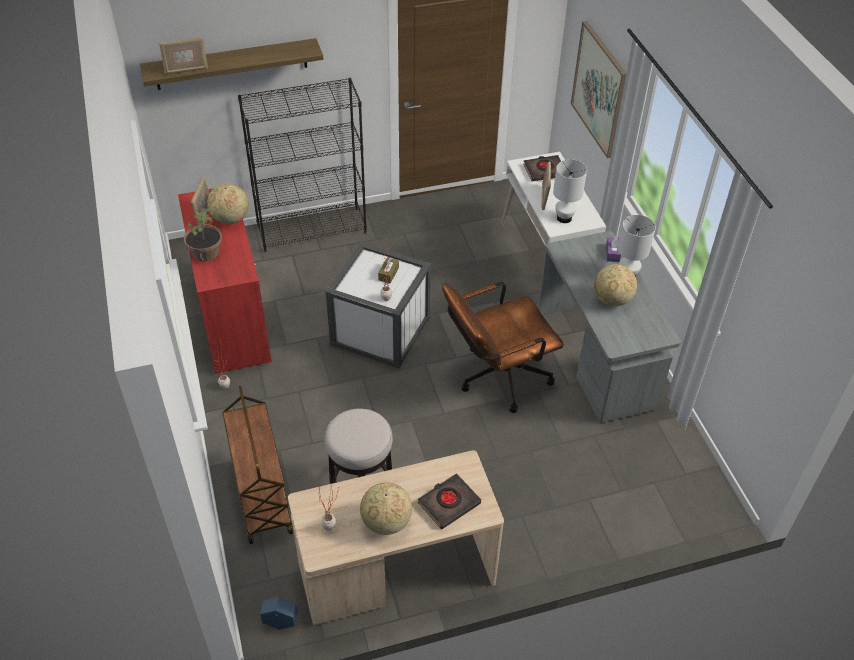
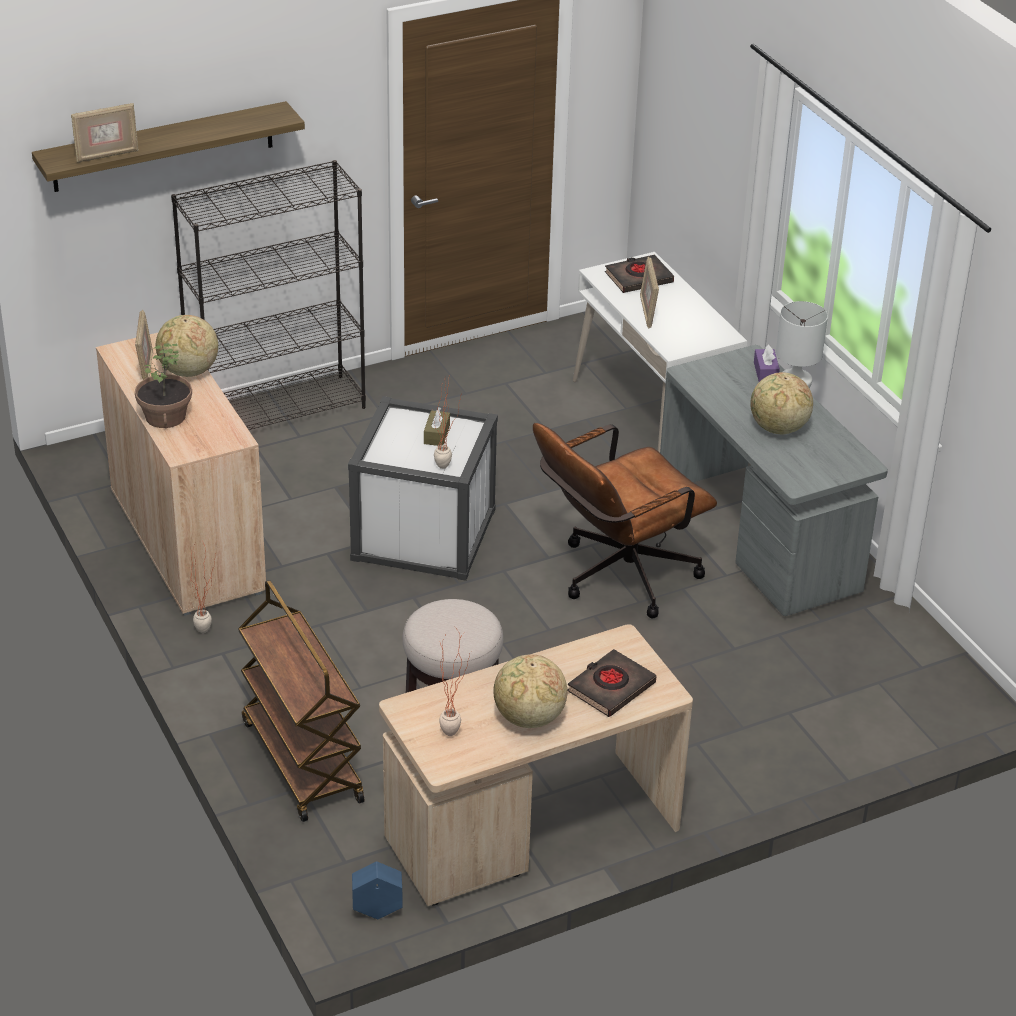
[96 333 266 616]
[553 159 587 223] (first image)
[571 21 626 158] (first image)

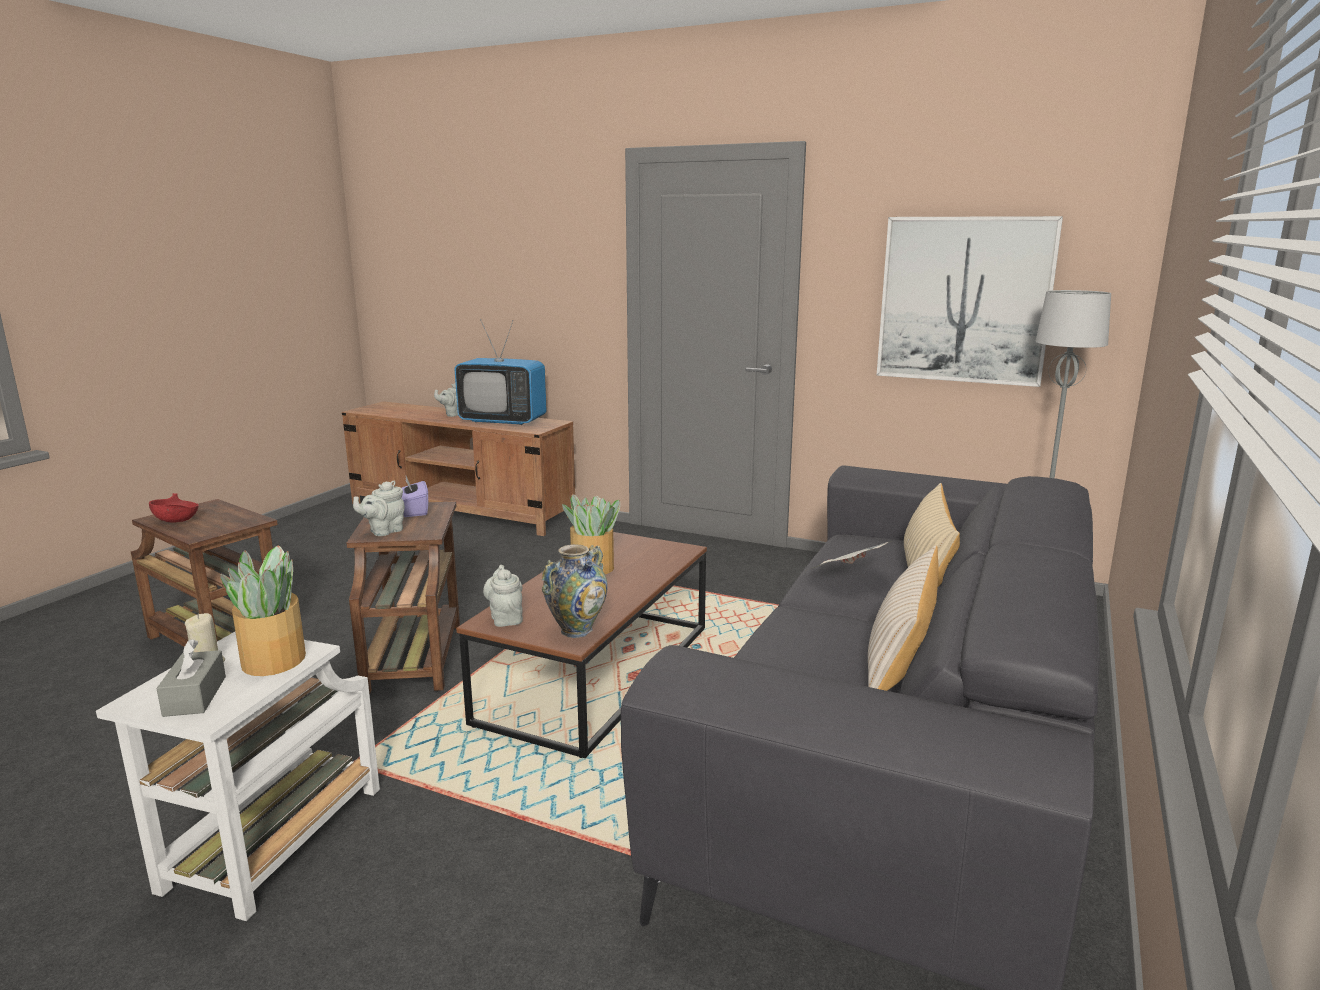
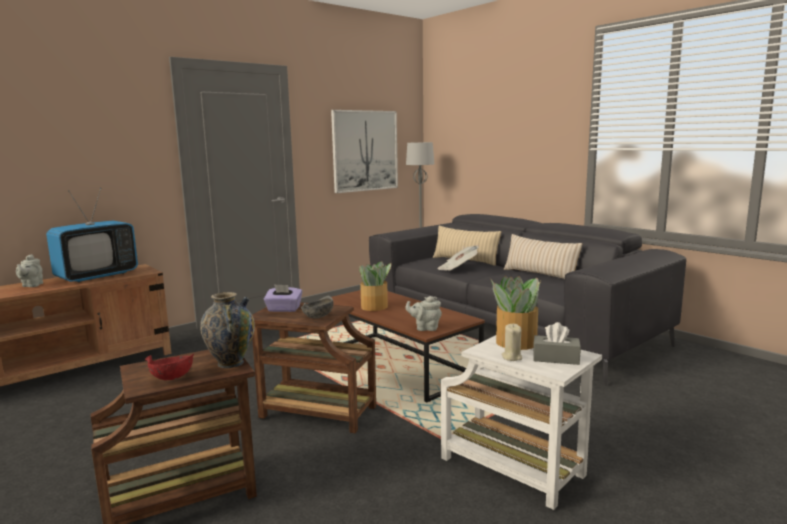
[301 296 334 318]
[200 292 255 368]

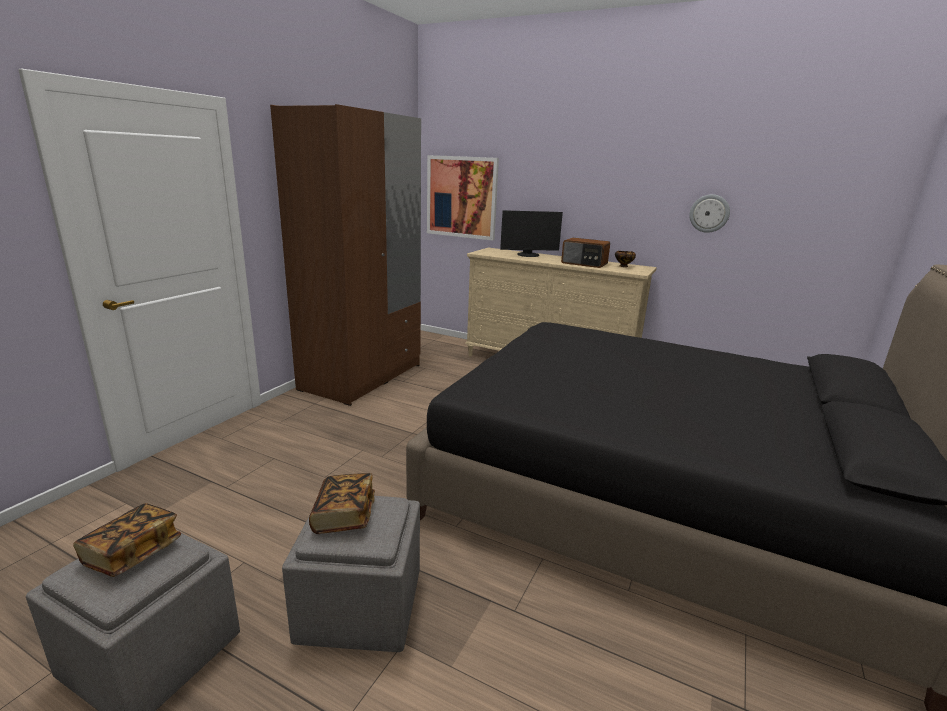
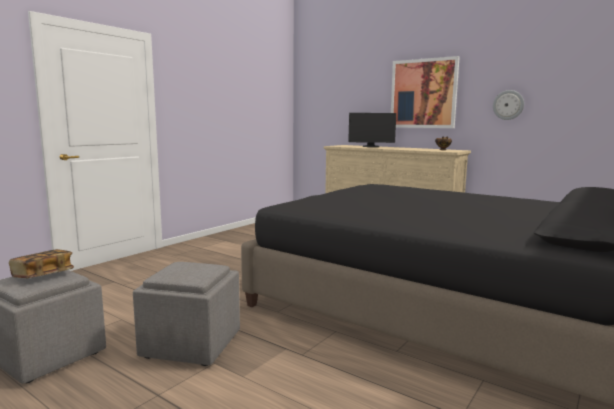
[270 104 421 406] (first image)
[309 473 375 534] (first image)
[391 56 460 128]
[561 238 610 268] (first image)

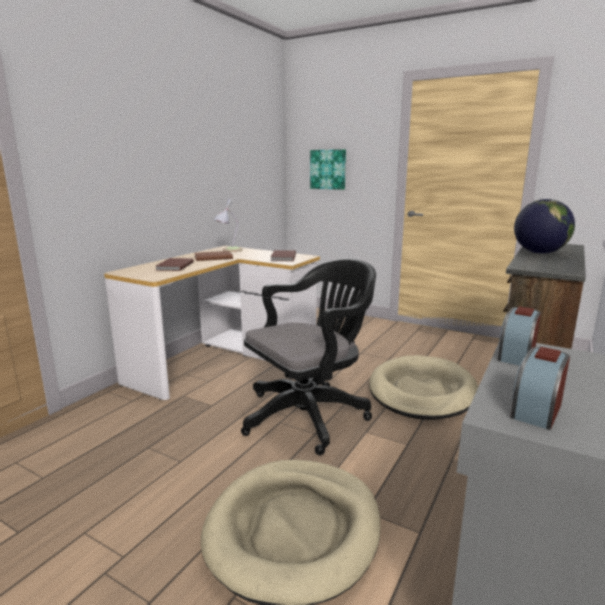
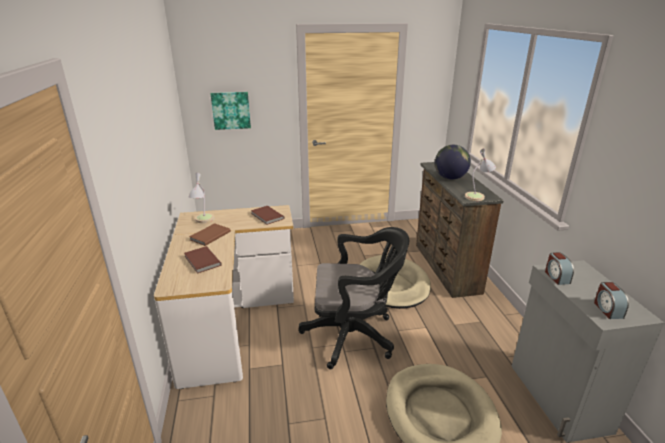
[299 227 409 369]
[465 148 496 201]

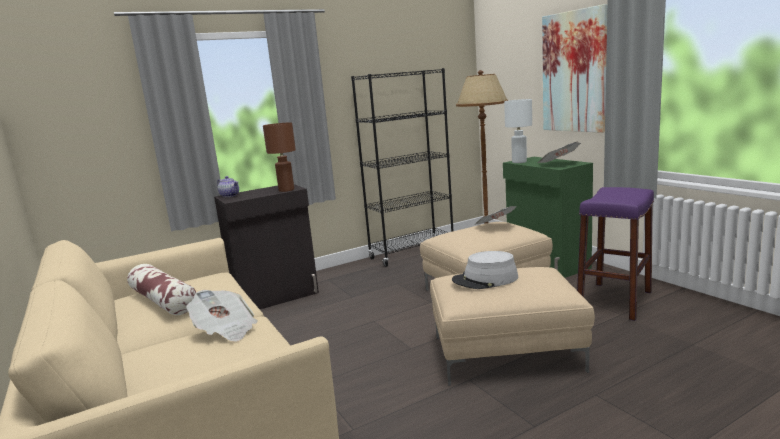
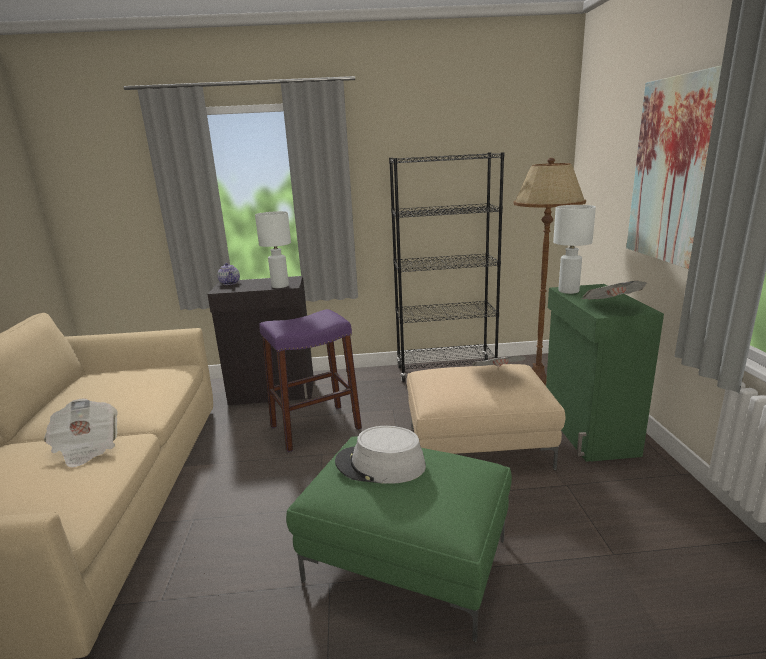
[127 264 196 315] (first image)
[255 211 291 288]
[286 436 512 642]
[259 309 362 452]

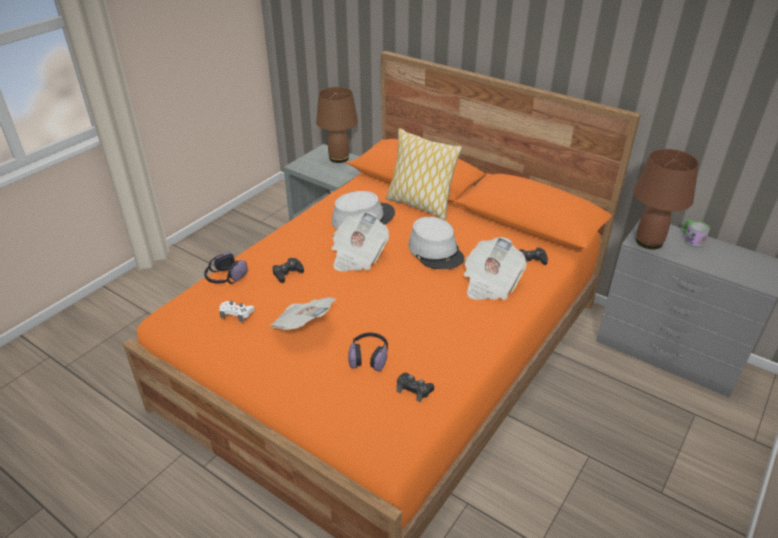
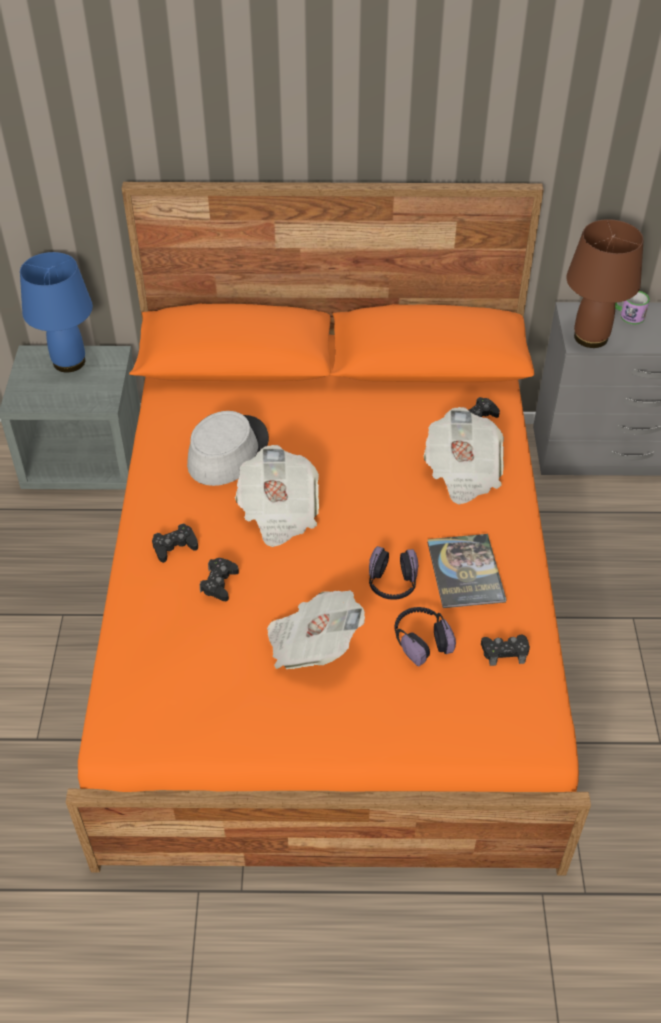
[369 546 419 600]
[219 301 254 322] (first image)
[20 252 93 373]
[386 128 462 220] (first image)
[408 217 464 269] (first image)
[152 524 198 563]
[427 534 506 608]

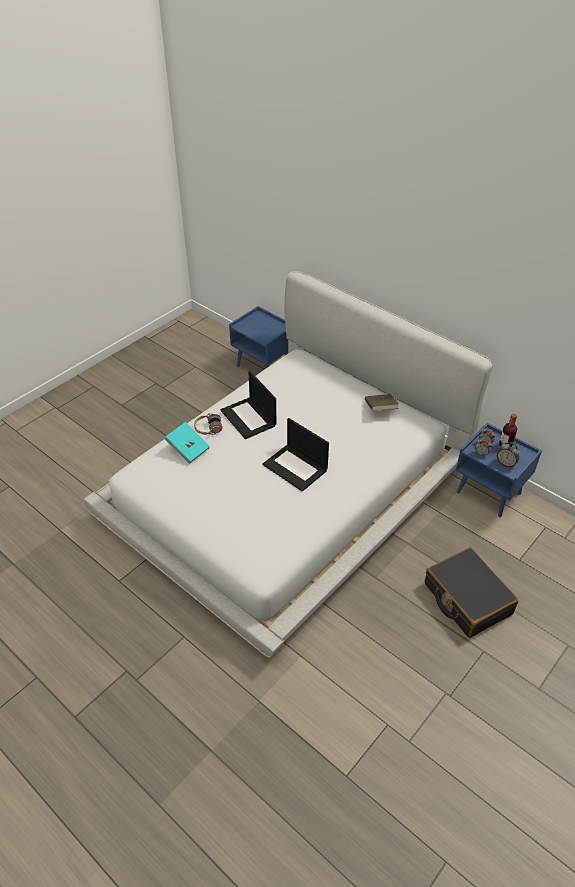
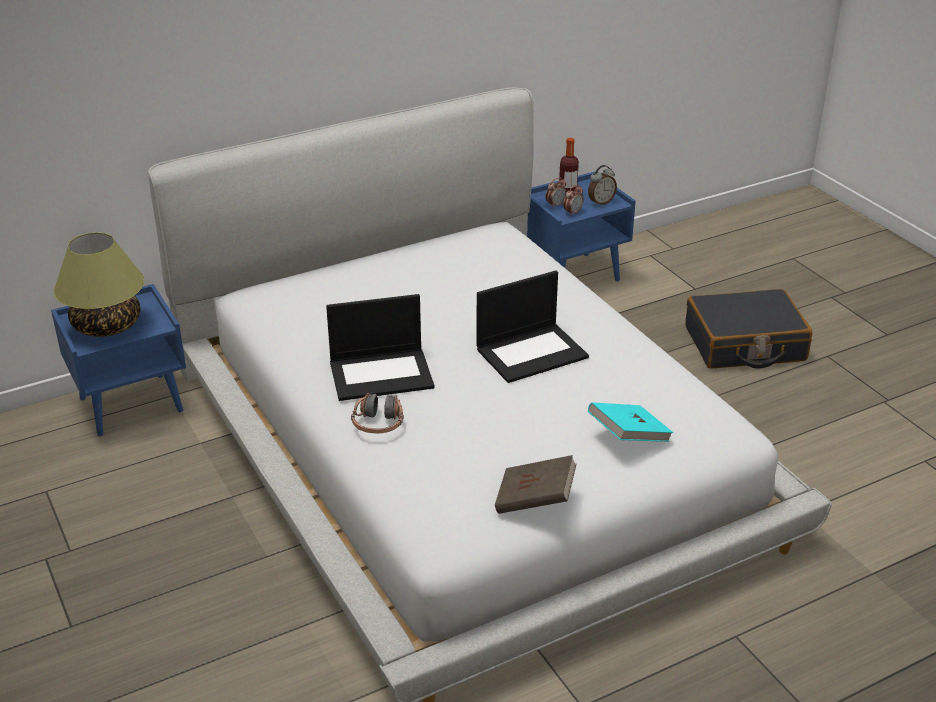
[588 402 673 442]
[495 455 576 514]
[54 232 144 337]

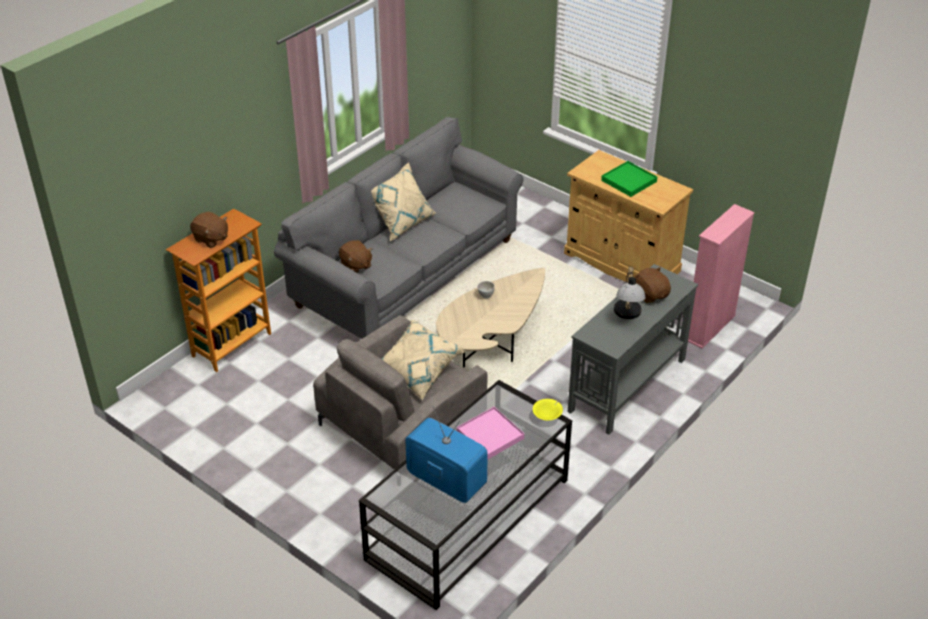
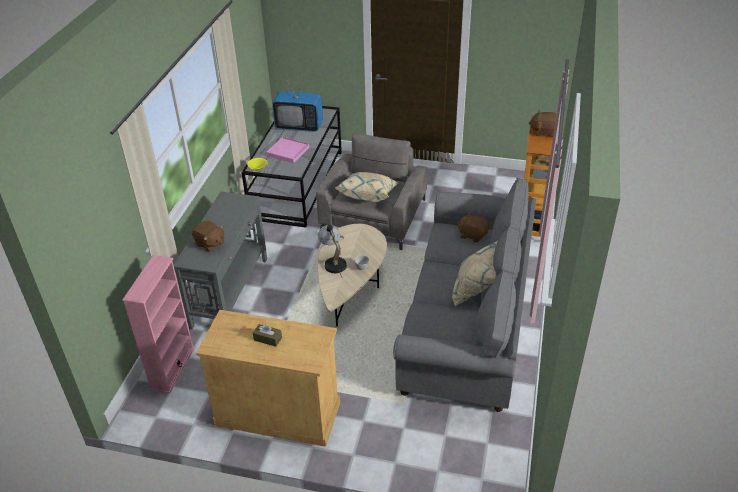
[253 324 282 347]
[318 225 347 277]

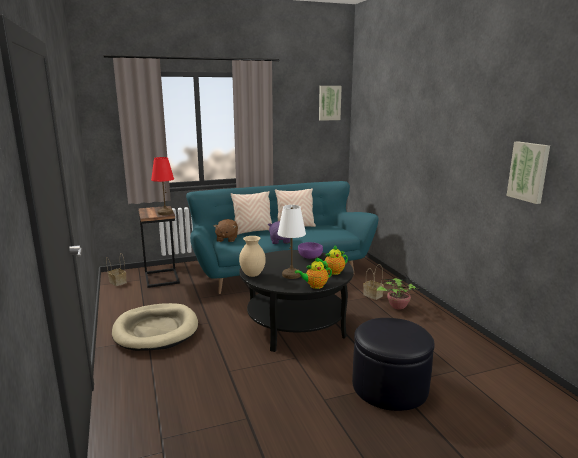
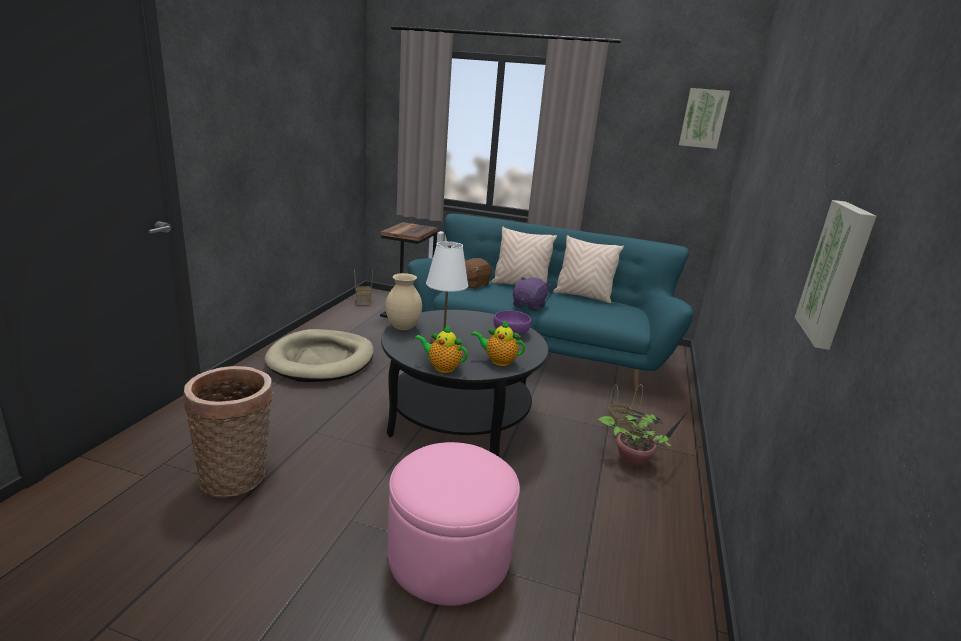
[151 157 174 215] (first image)
[388 442 520 606]
[183 366 274 498]

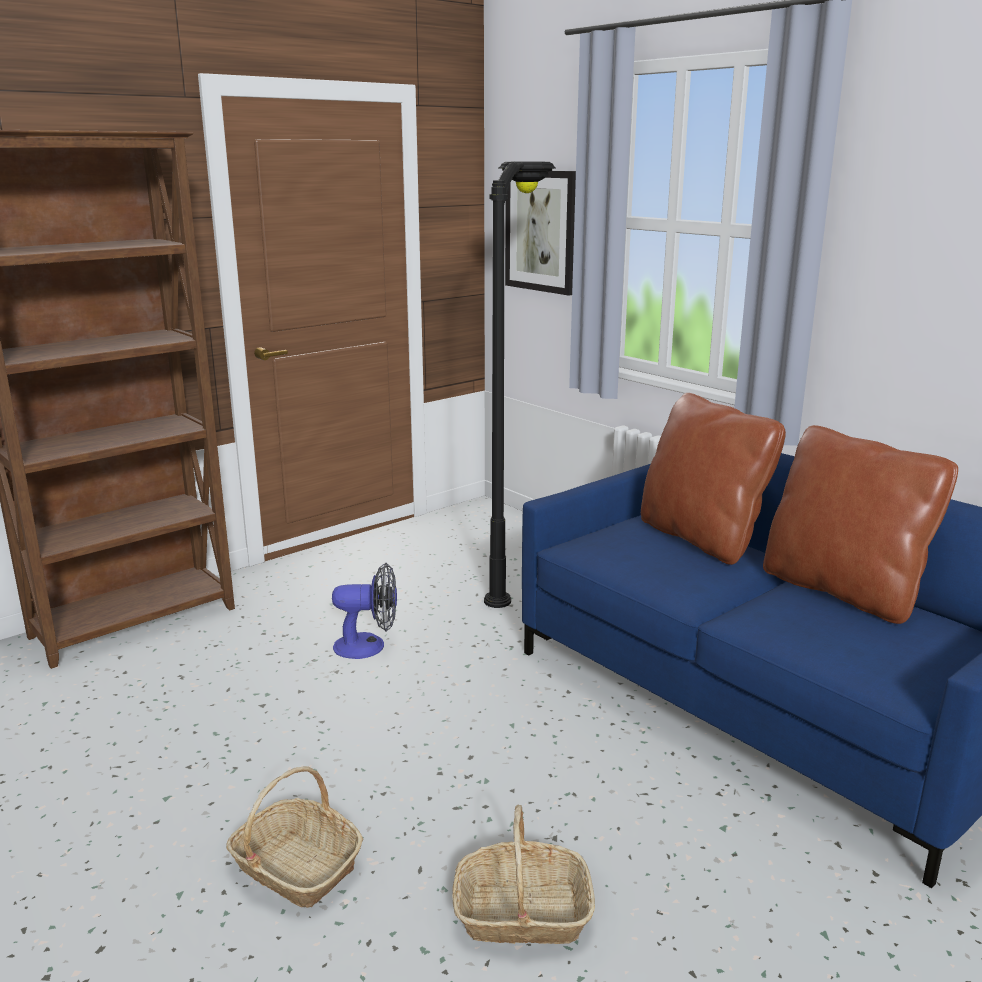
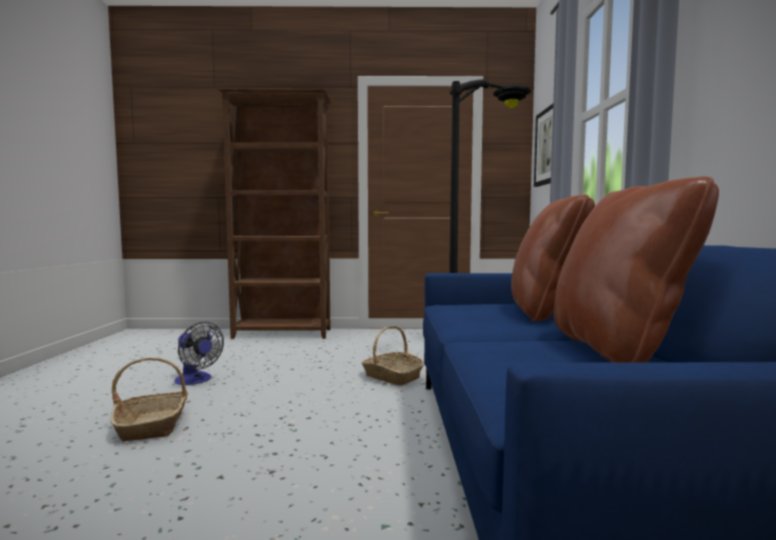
[174 322 224 385]
[362 326 424 385]

